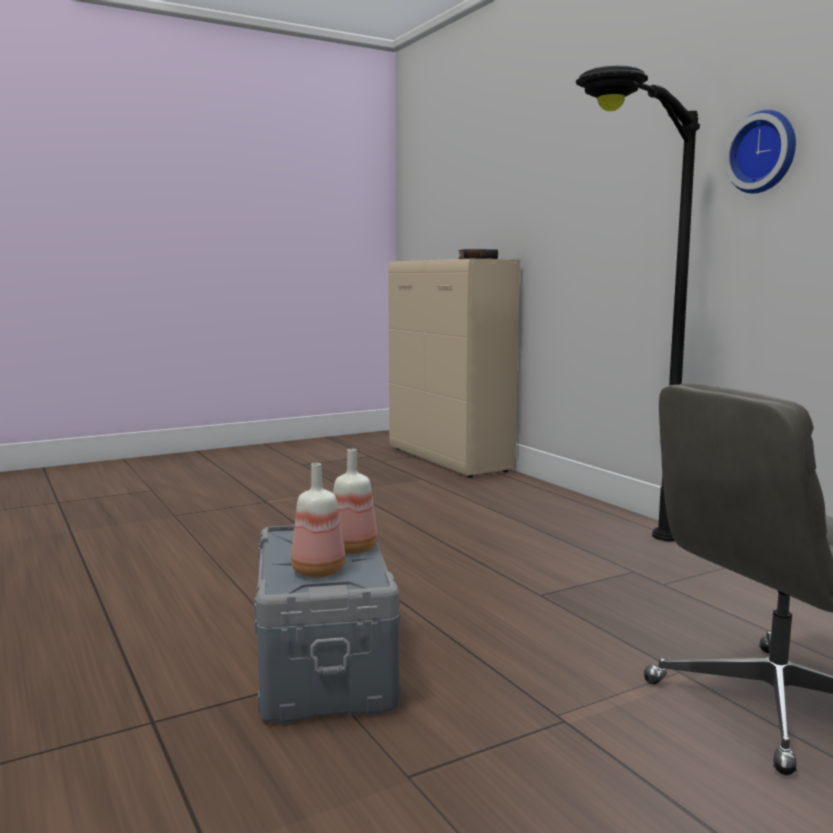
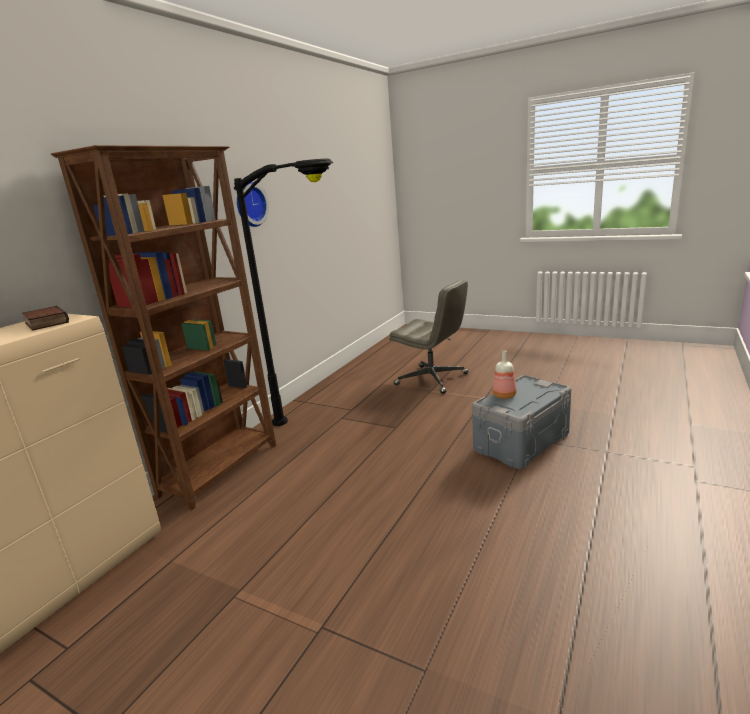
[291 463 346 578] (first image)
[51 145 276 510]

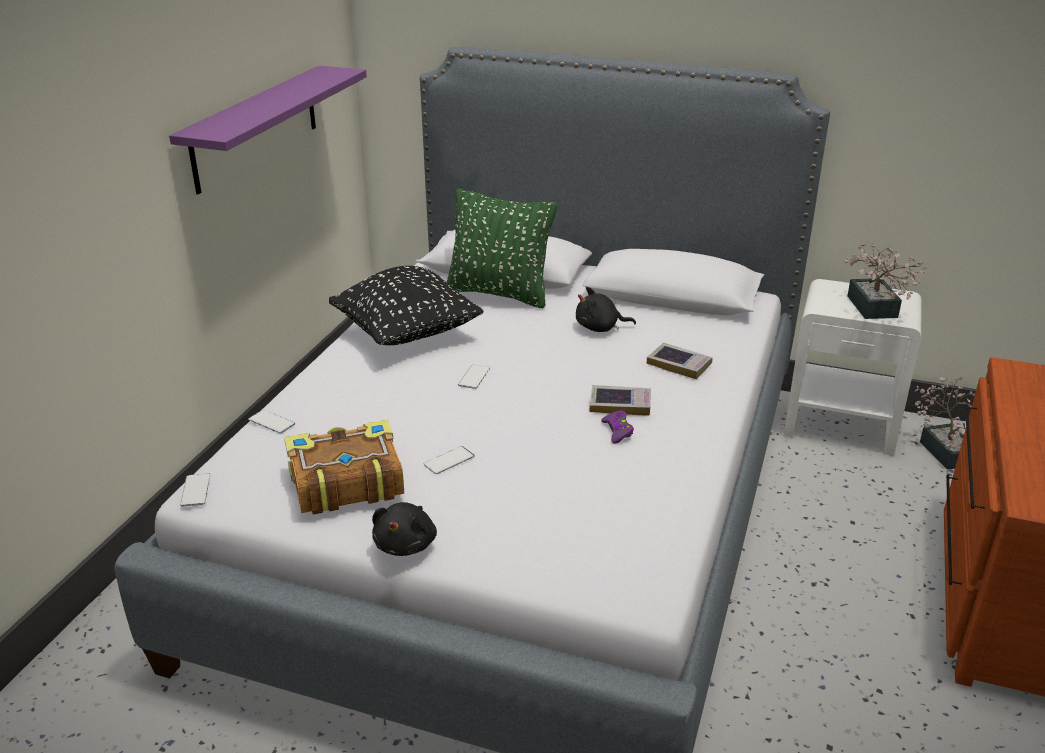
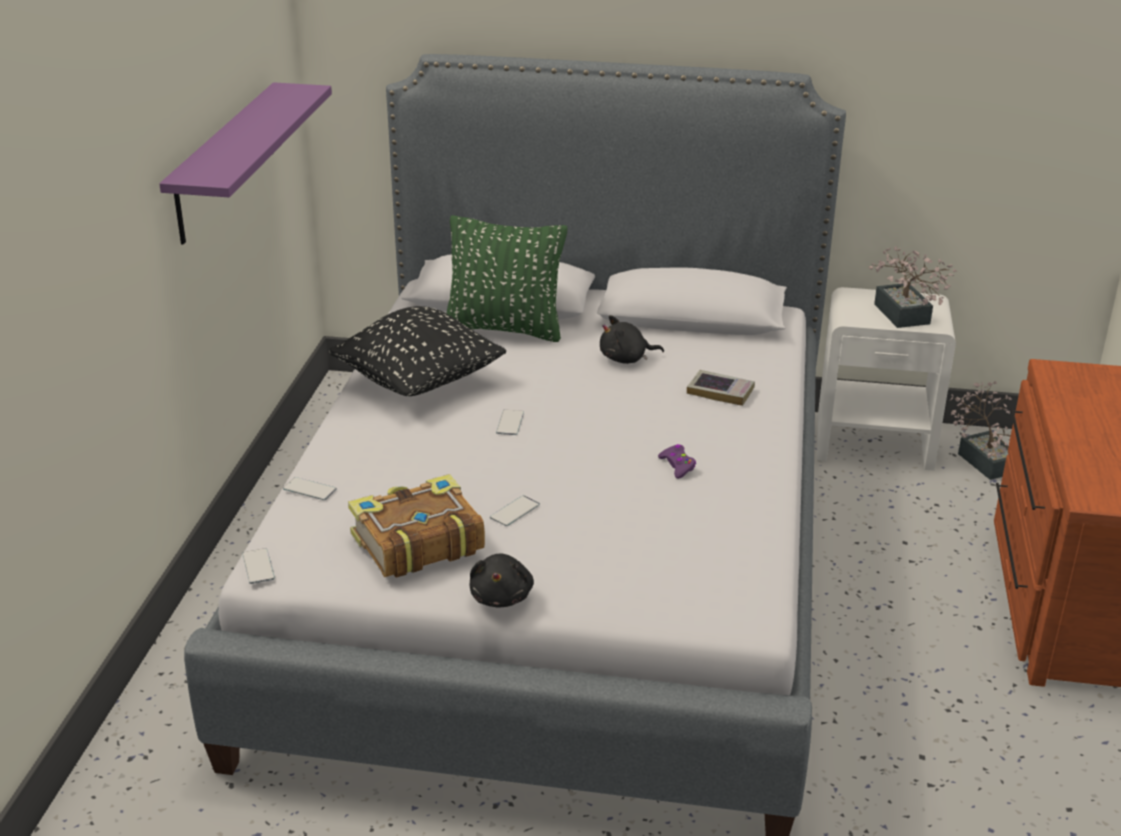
[590 385 651 416] (first image)

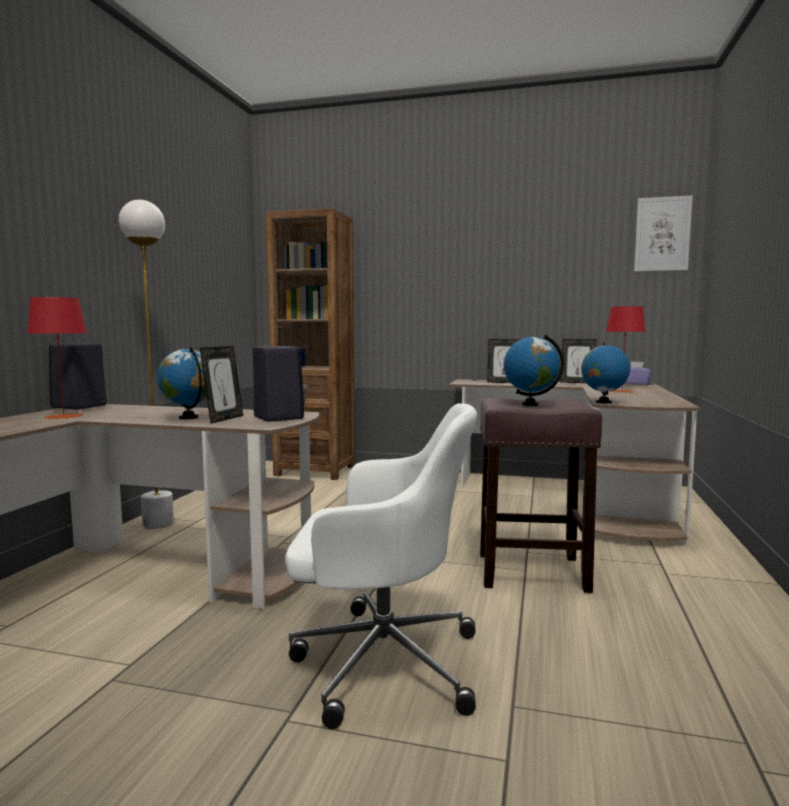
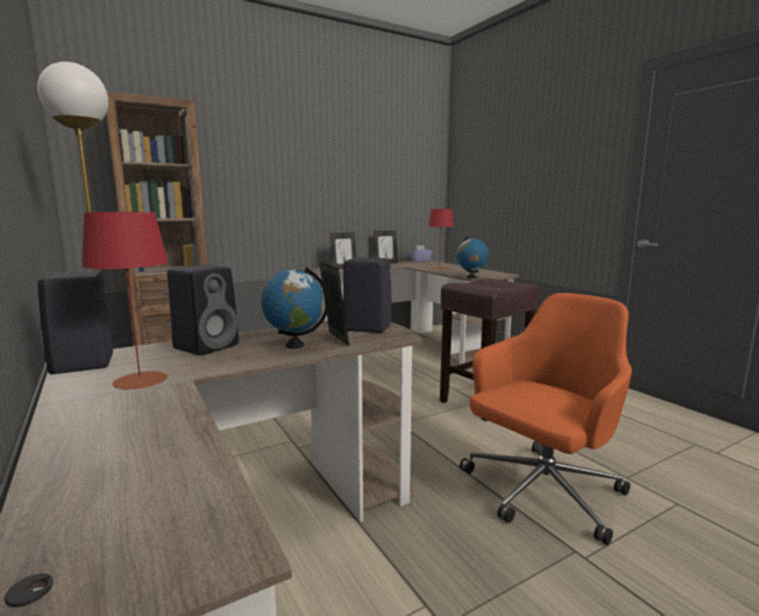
[460 293 632 545]
[504 335 564 406] (first image)
[634 195 693 272] (first image)
[167 265 239 356]

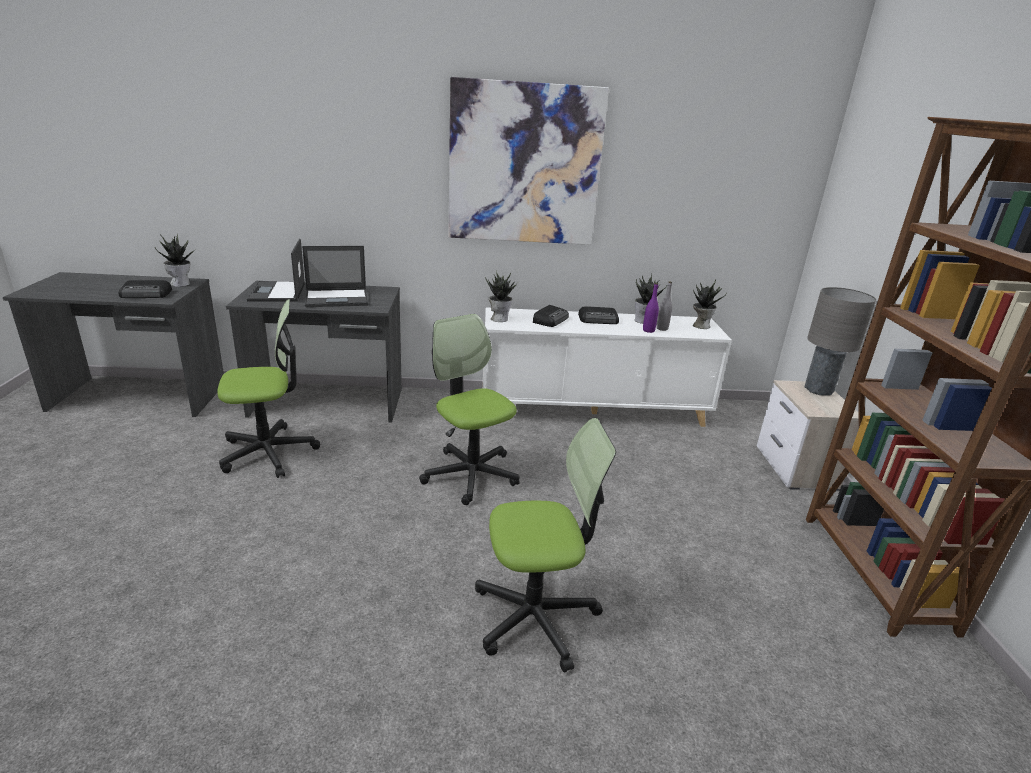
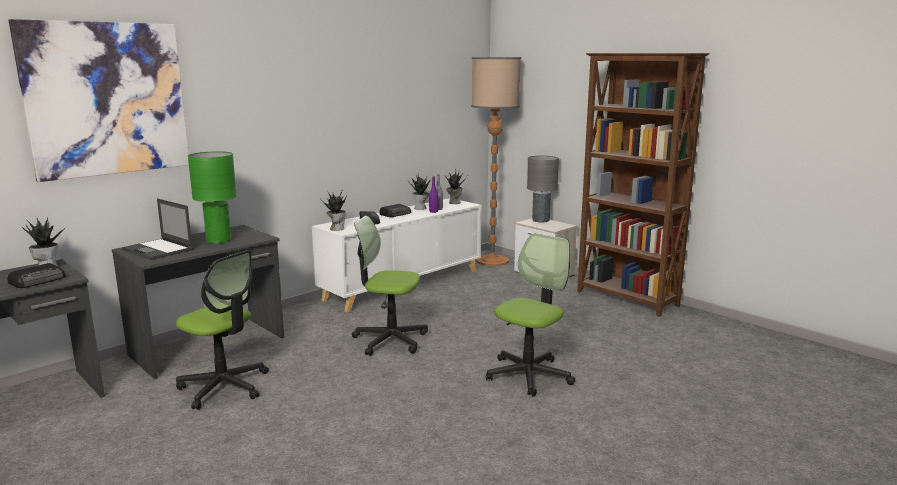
[176 250 269 410]
[188 151 236 244]
[9 19 189 182]
[471 57 521 266]

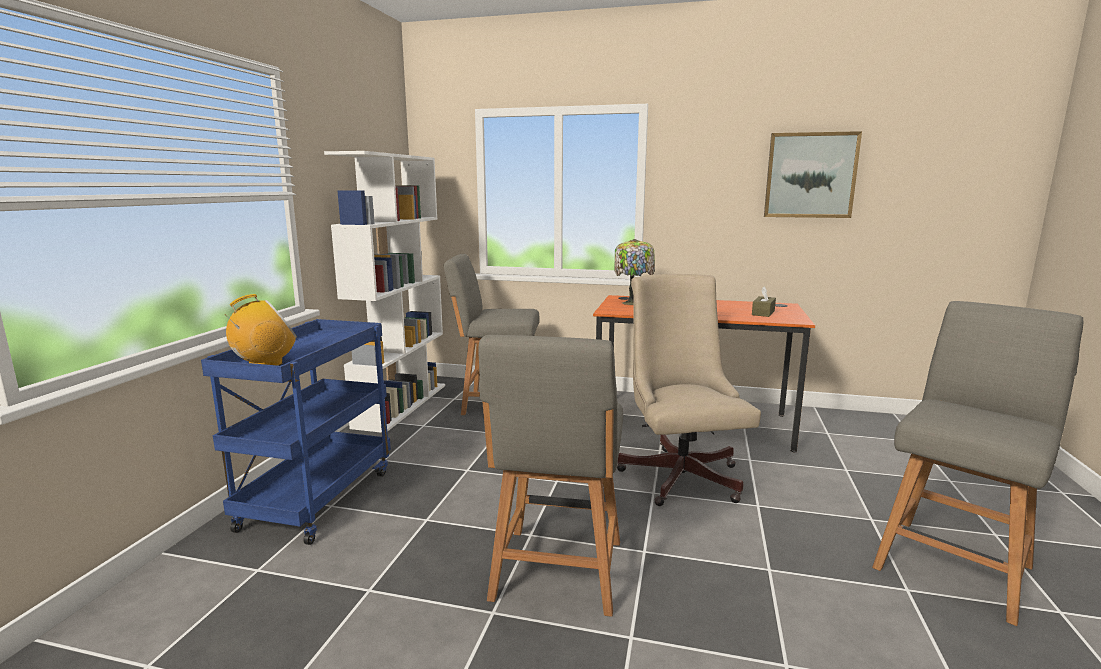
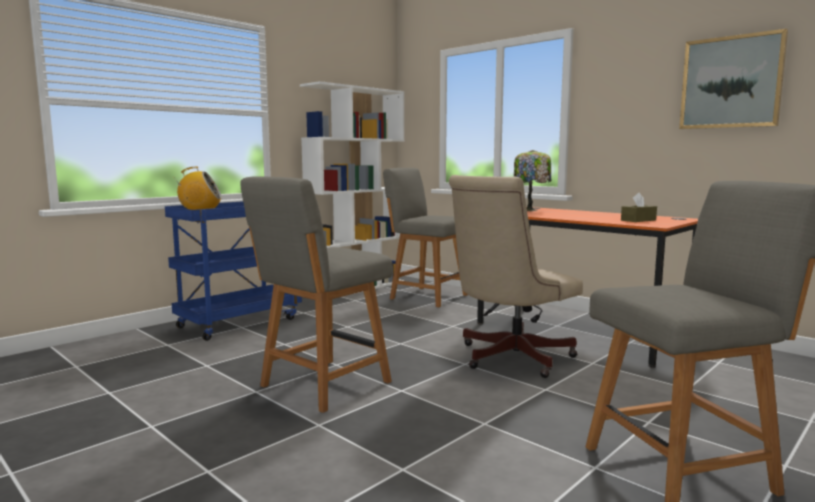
[449 175 583 378]

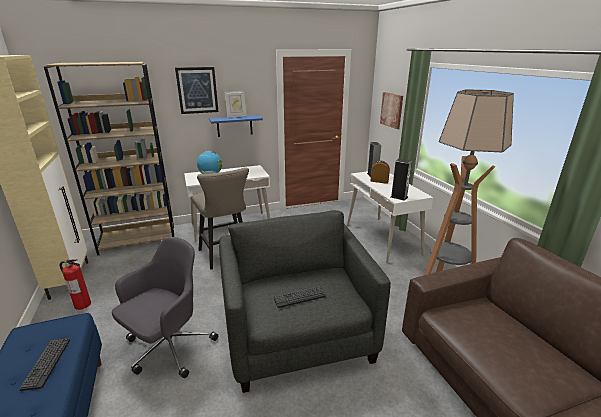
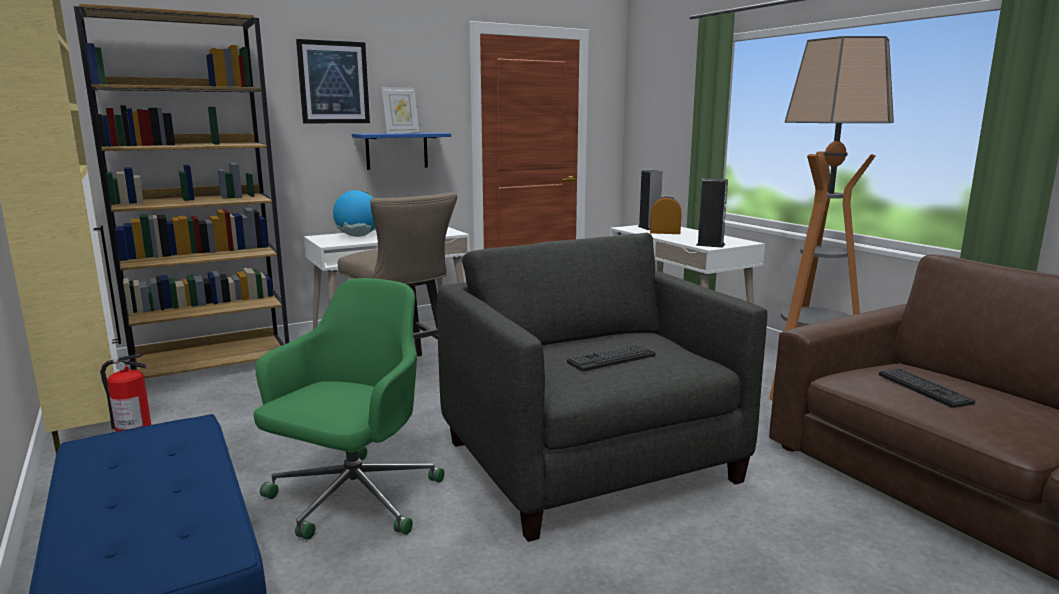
[879 368 975 408]
[254 278 445 540]
[380 92 403 129] (first image)

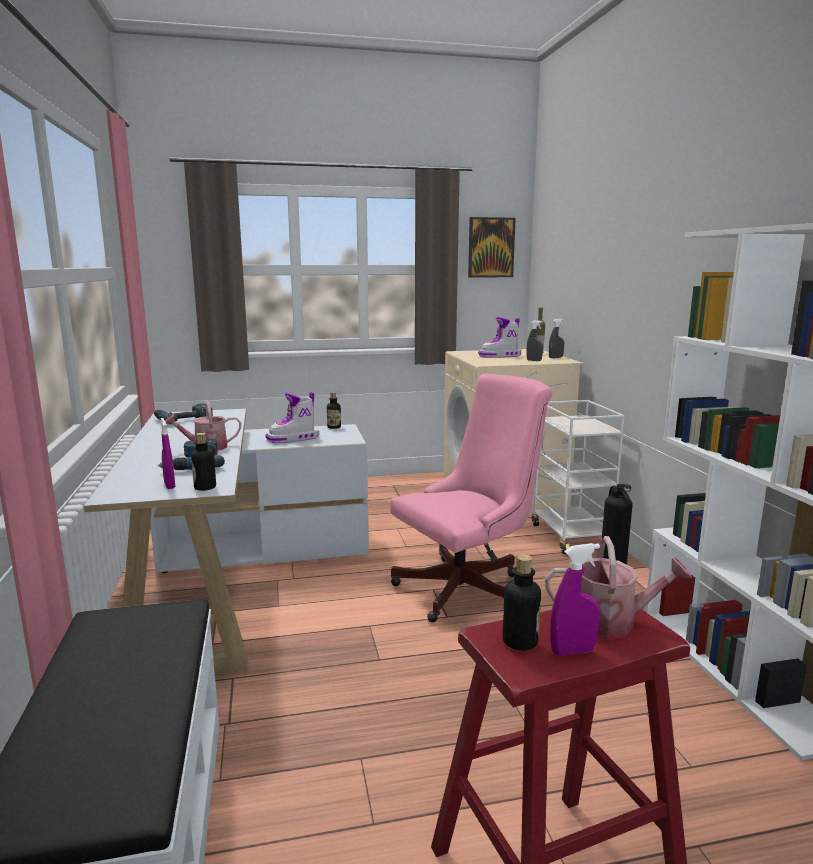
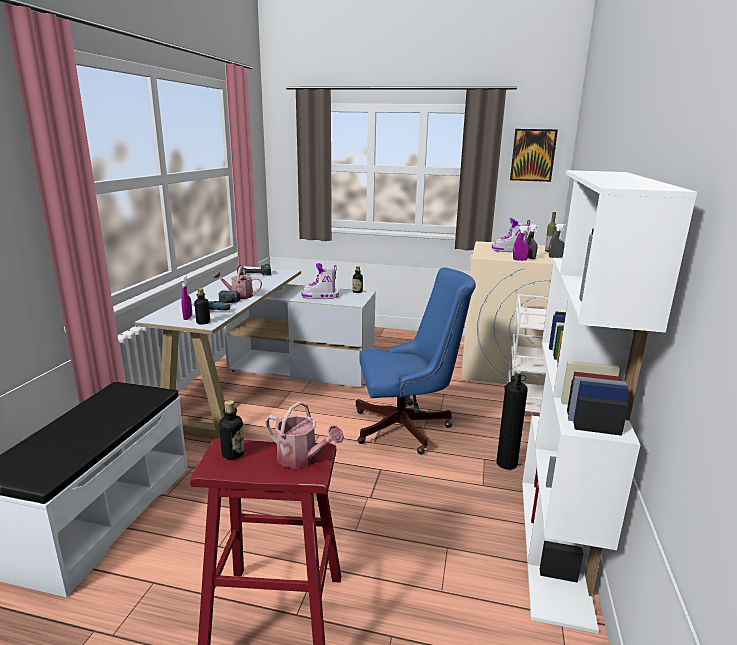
[356 267 476 454]
[513 226 530 261]

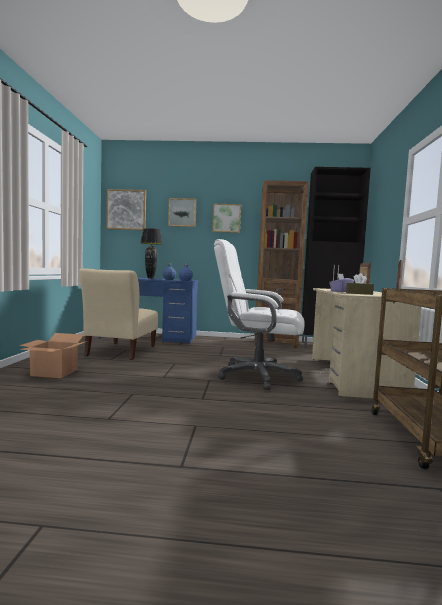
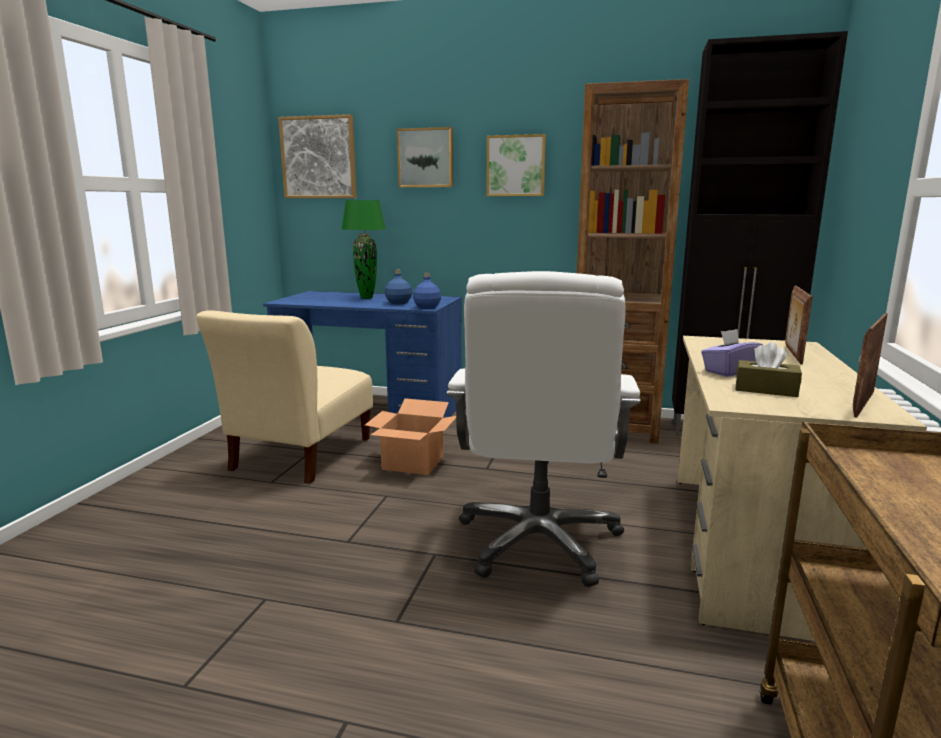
[365 398 456 475]
[342 200 386 299]
[447 271 641 587]

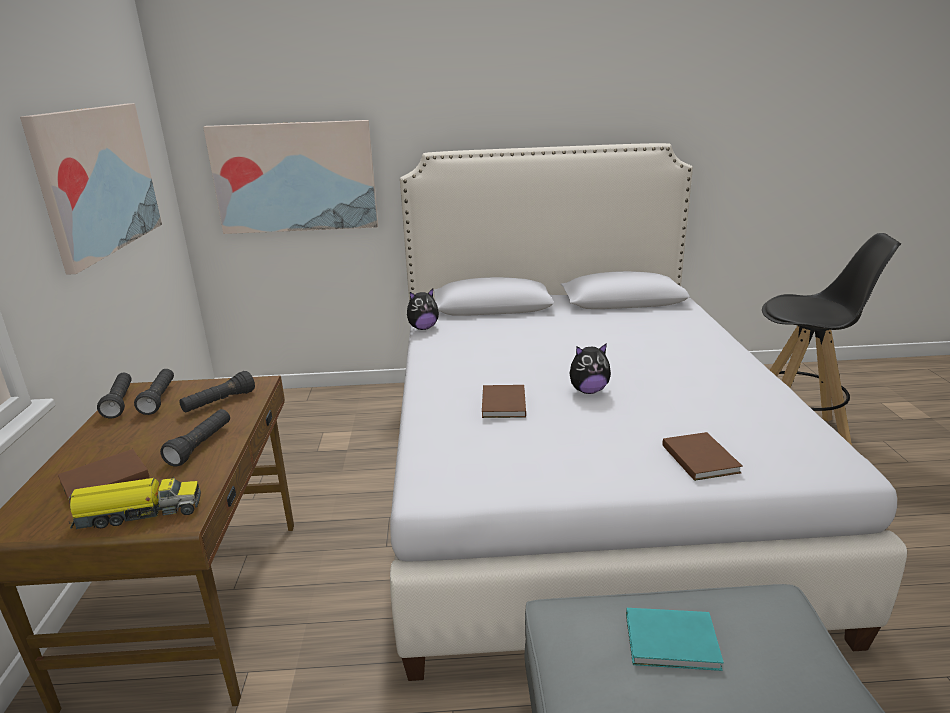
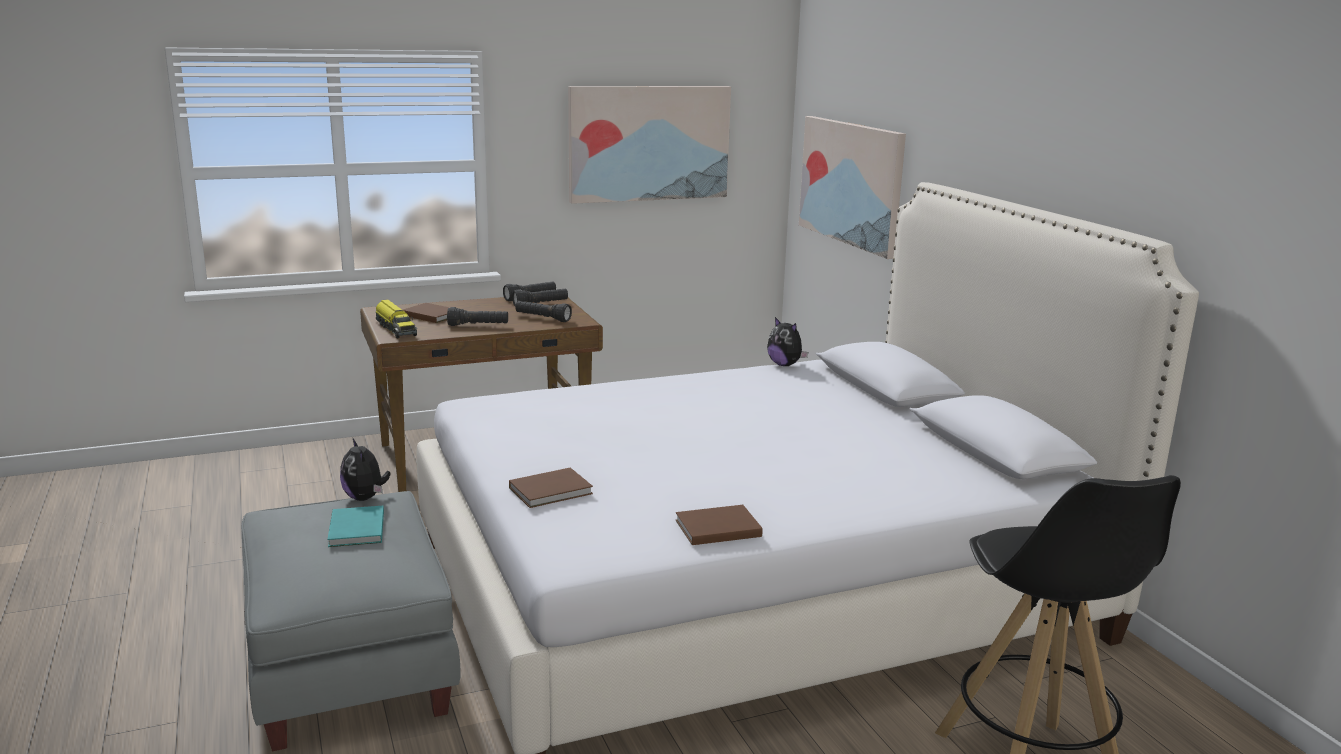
[676 505 763 545]
[340 437 390 501]

